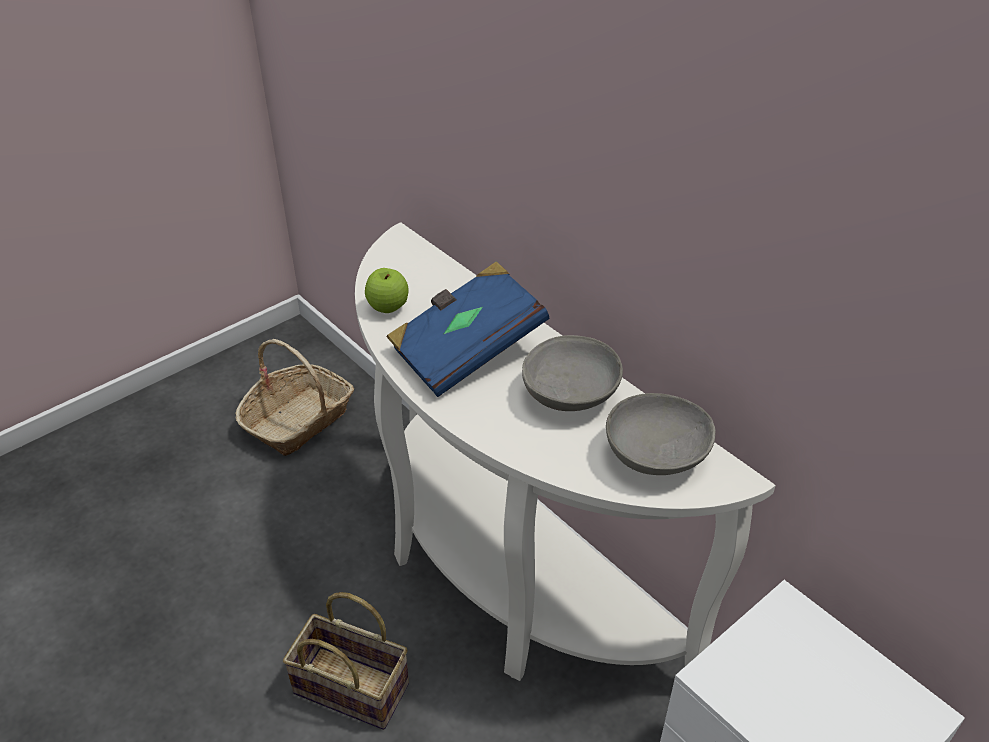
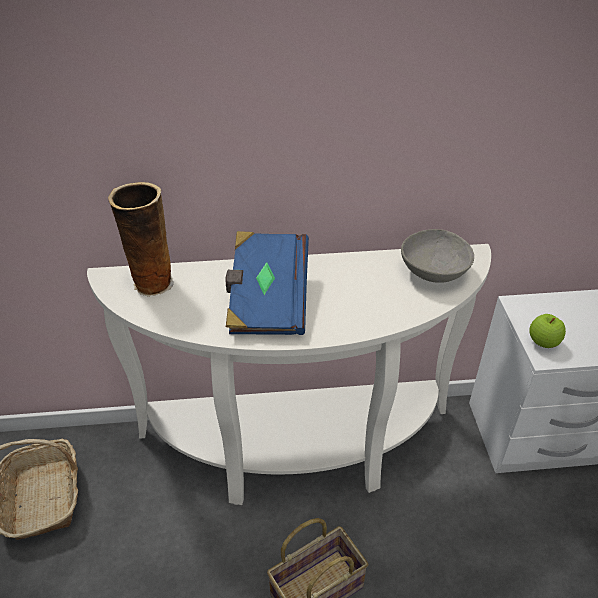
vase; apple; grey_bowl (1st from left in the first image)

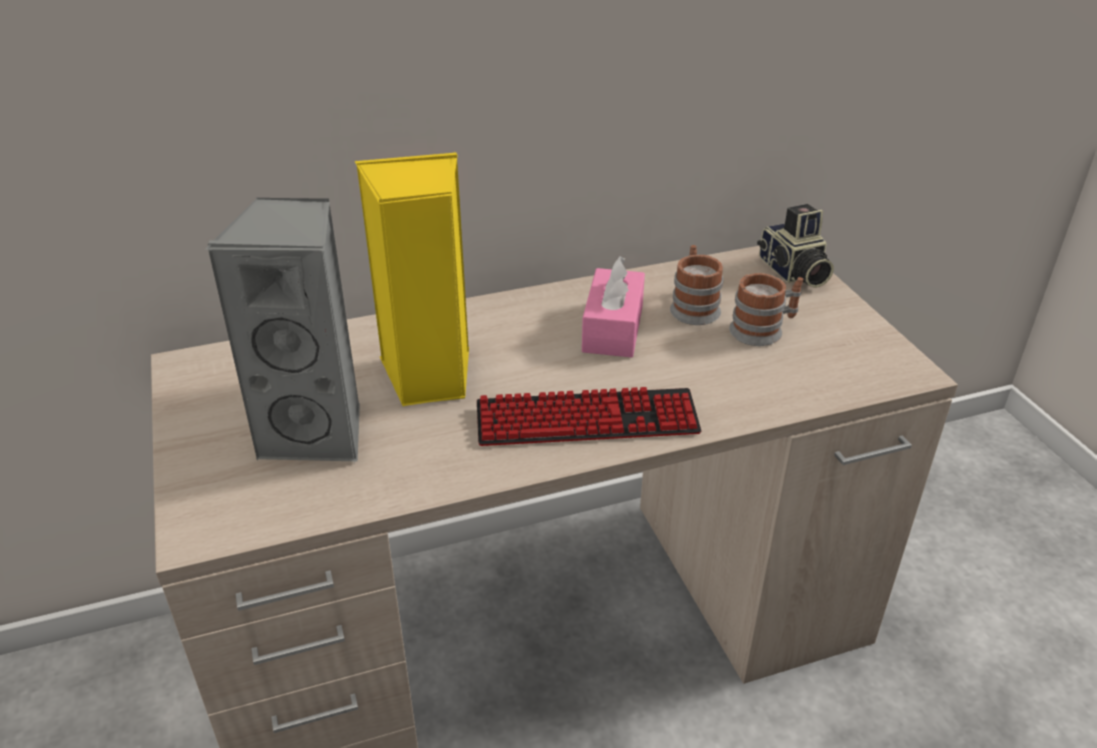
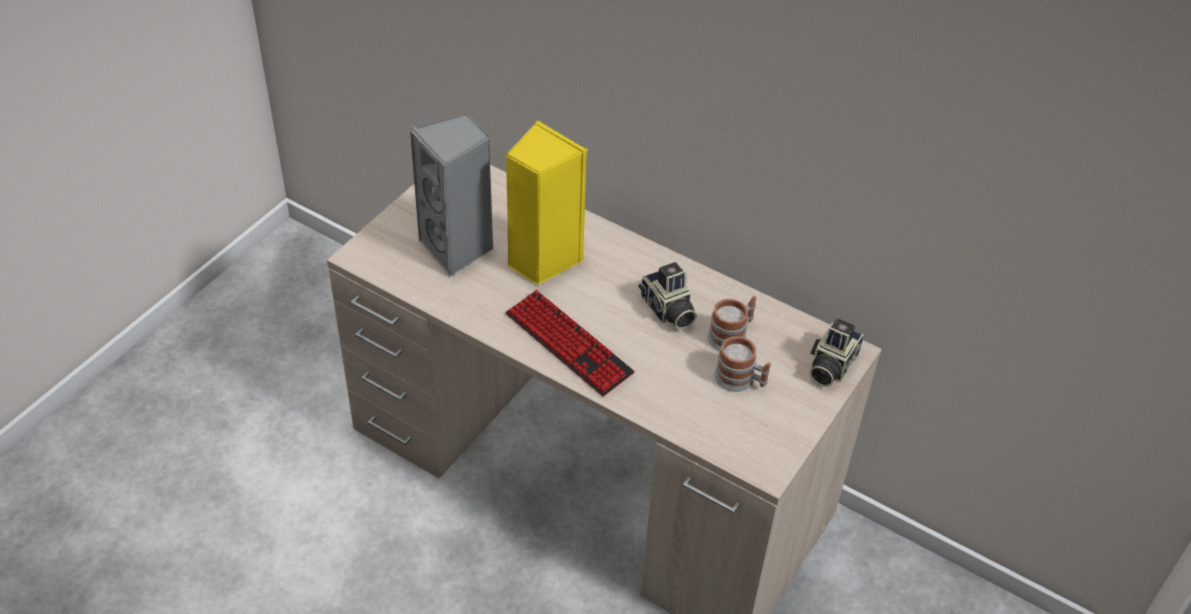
photo_camera (1st from left)

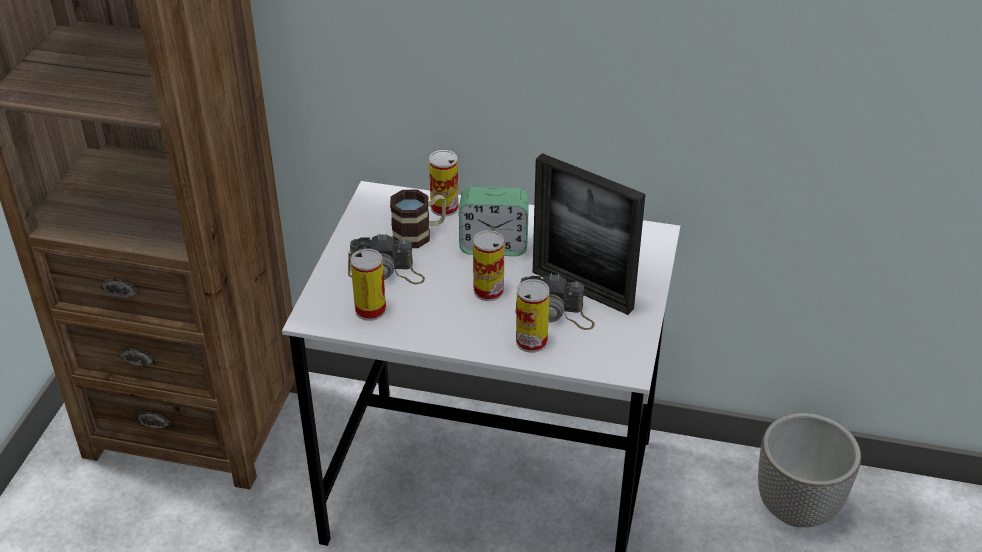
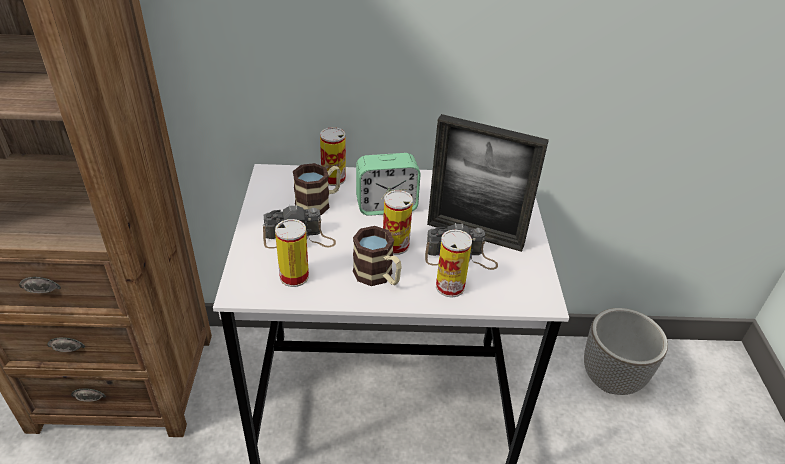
mug (2nd from left)

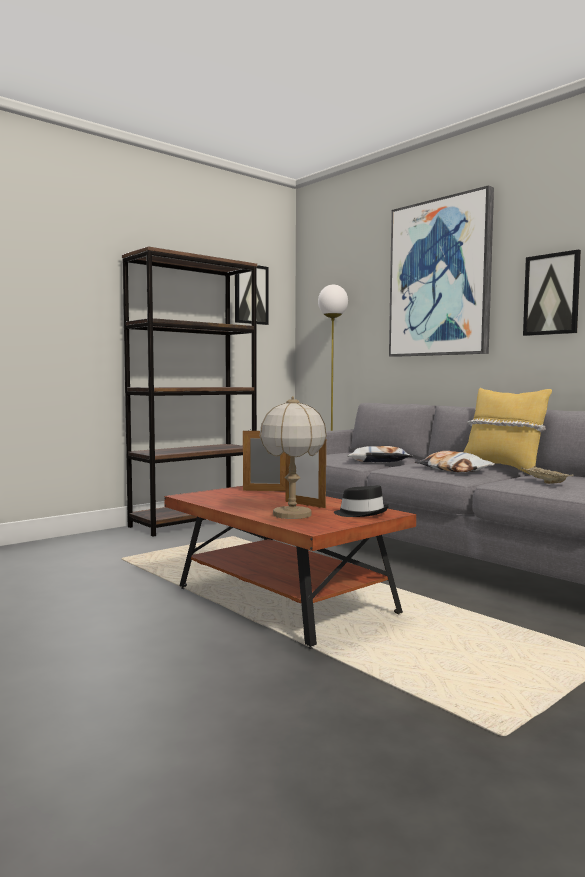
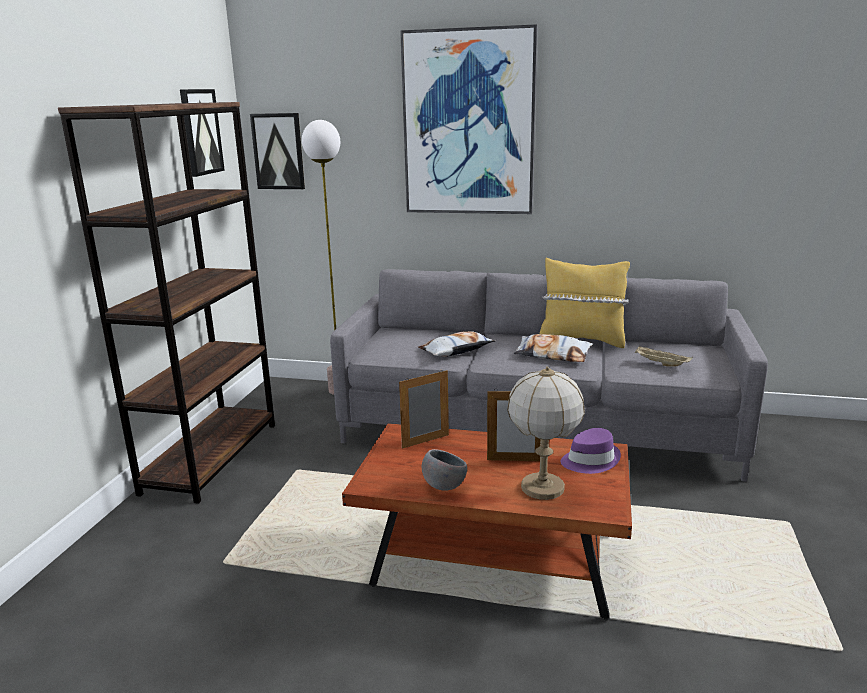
picture (2nd from left); grey_bowl; purple_hat

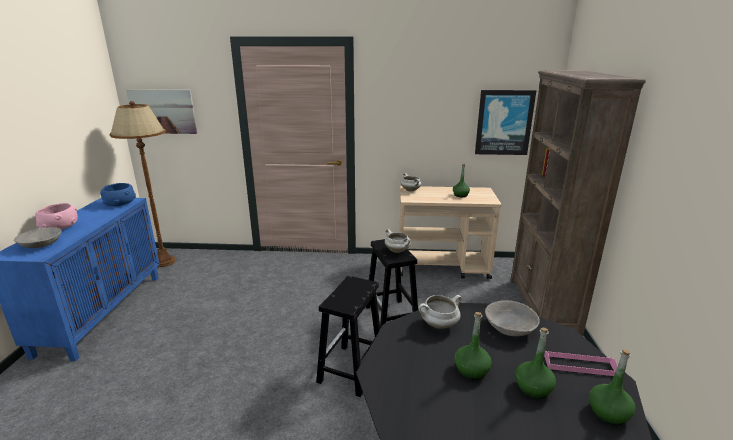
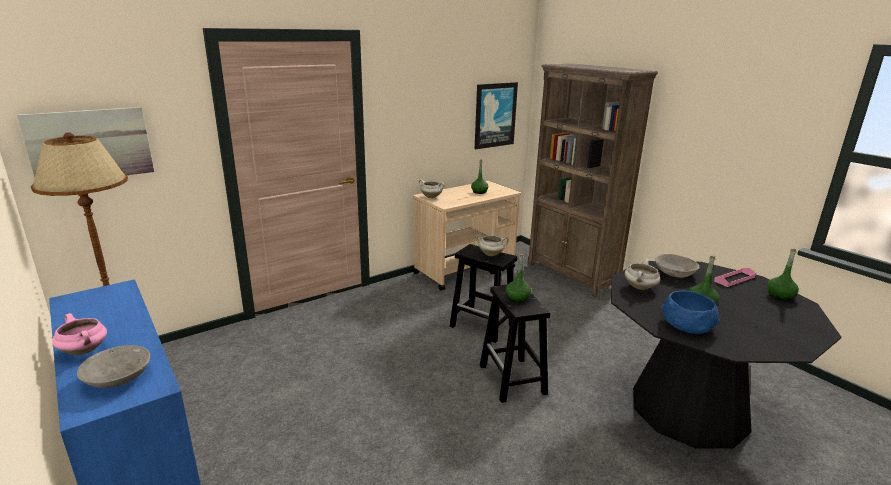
pink_cooking_pot; green_bottle (2nd from left); blue_bowl

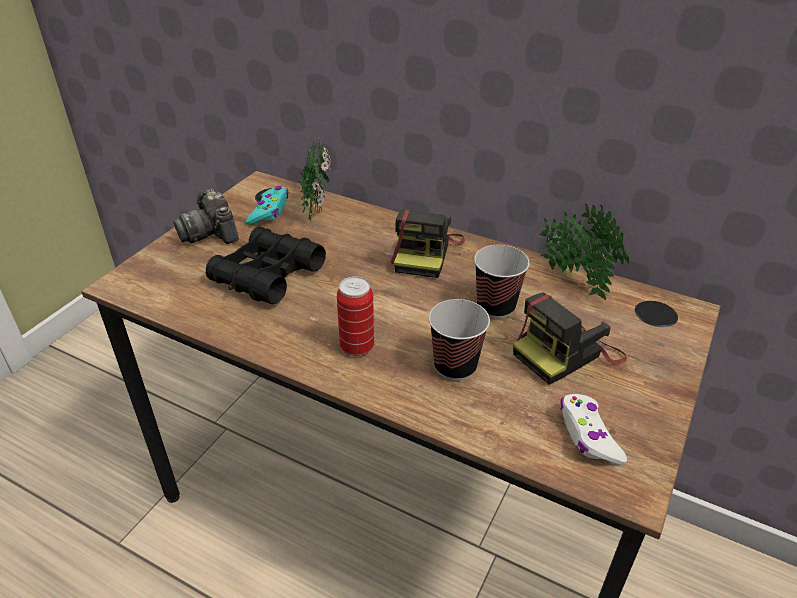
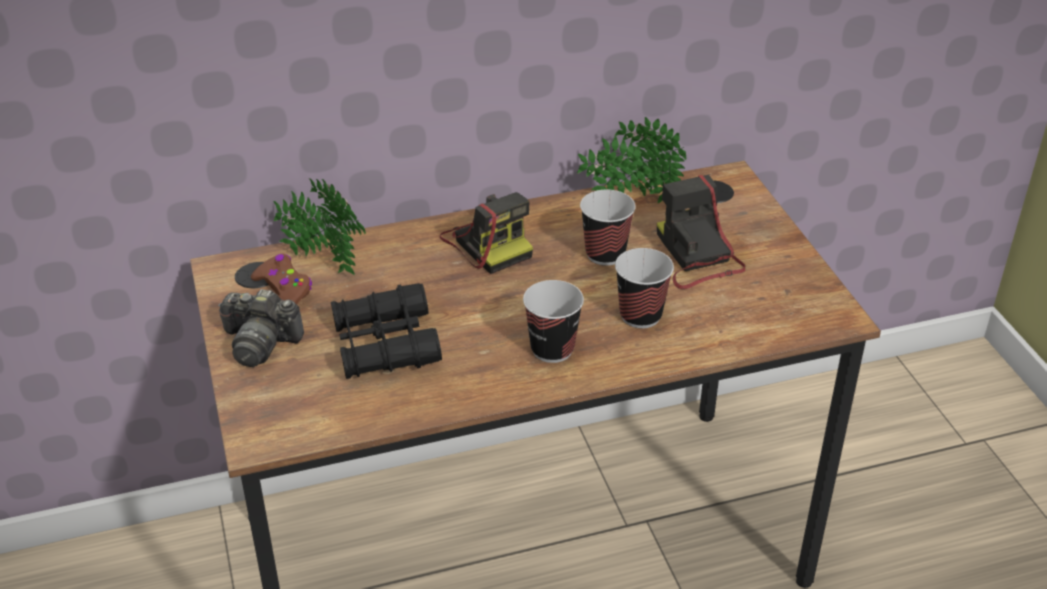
brown_game_controller; cup (1st from left); photo_camera (3rd from left); white_game_controller

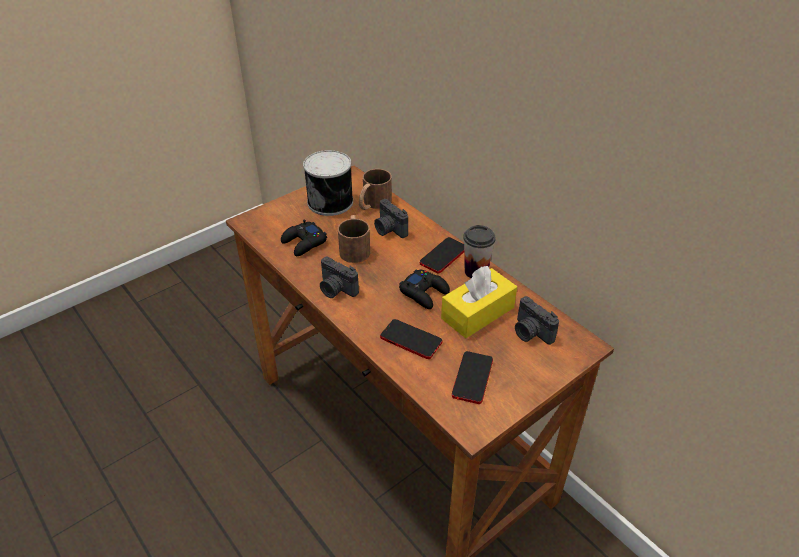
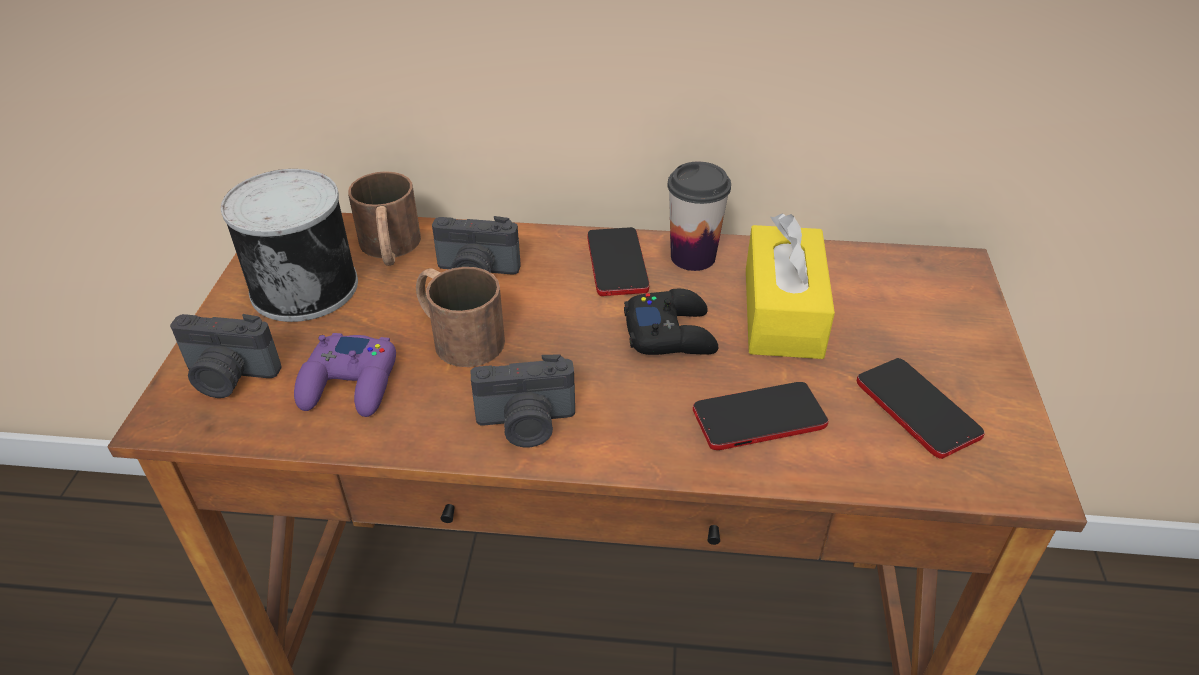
photo_camera (1st from left); purple_game_controller

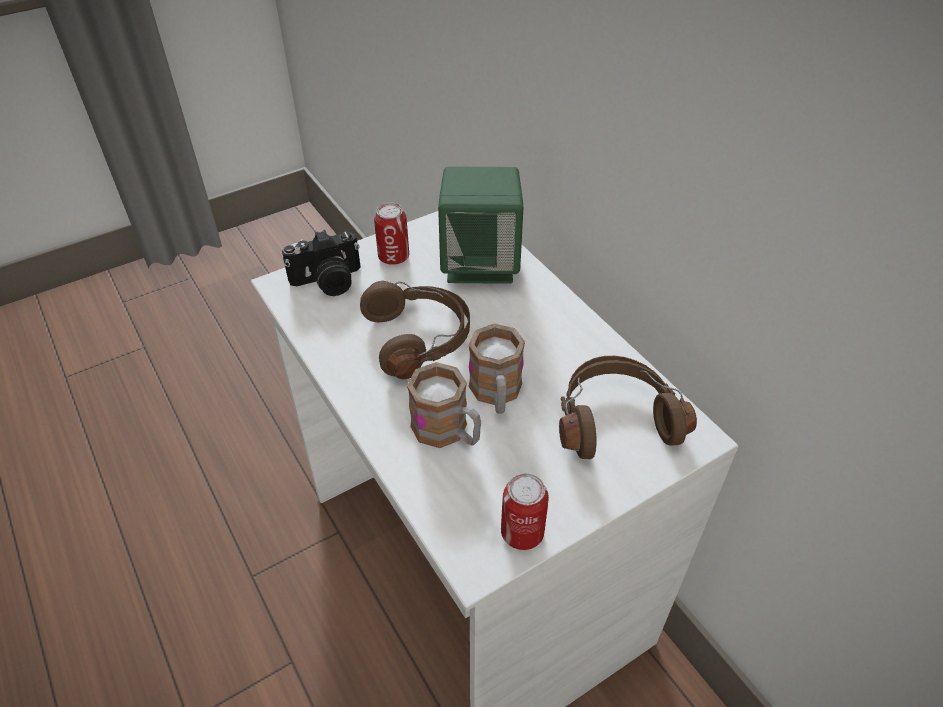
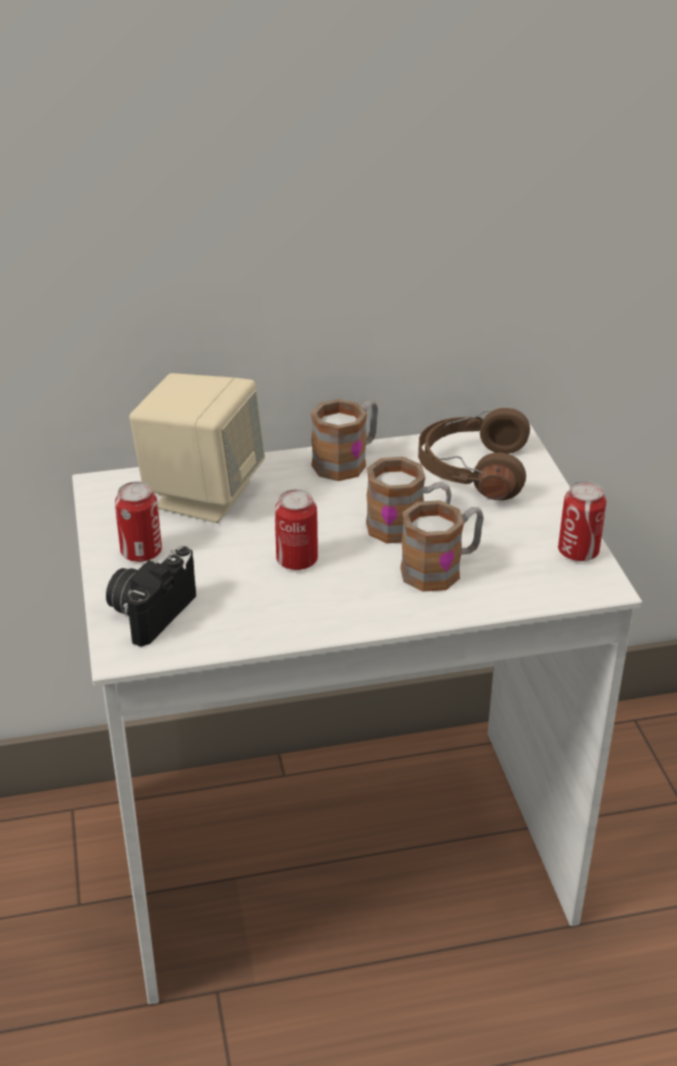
photo_camera; beige_speaker; can (2nd from left); mug (1st from left)

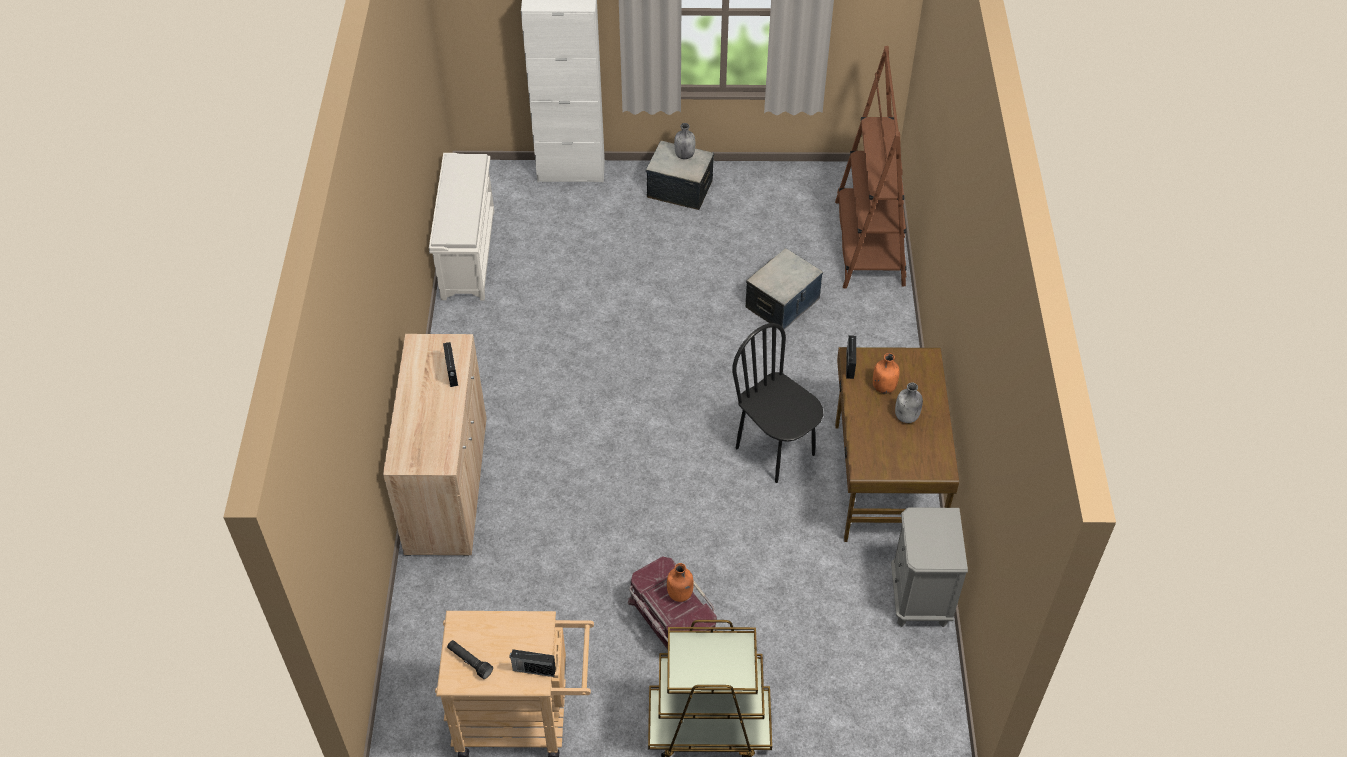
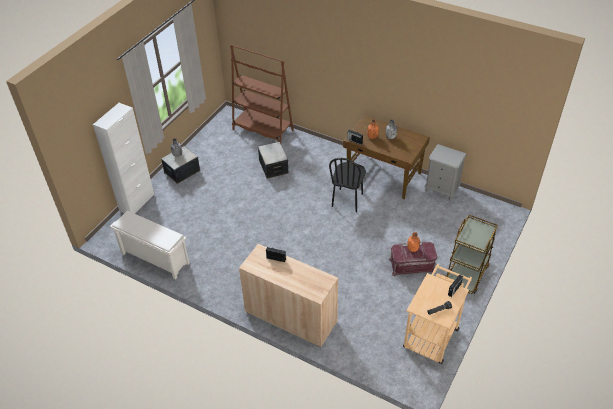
black_chair

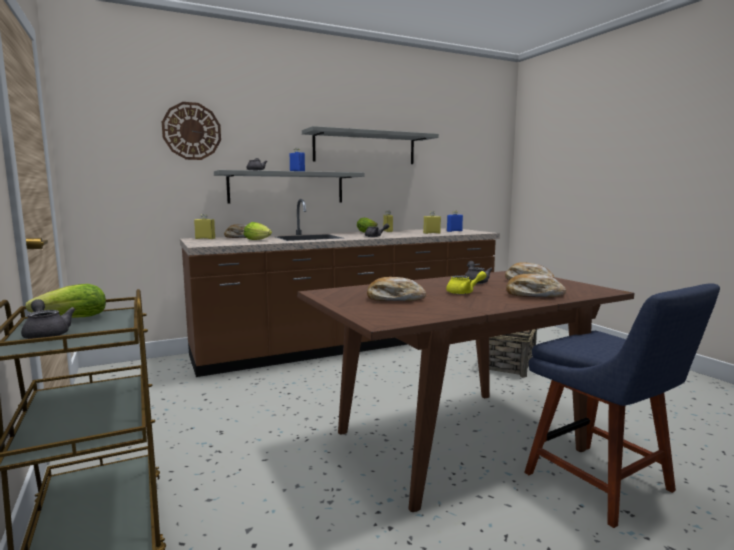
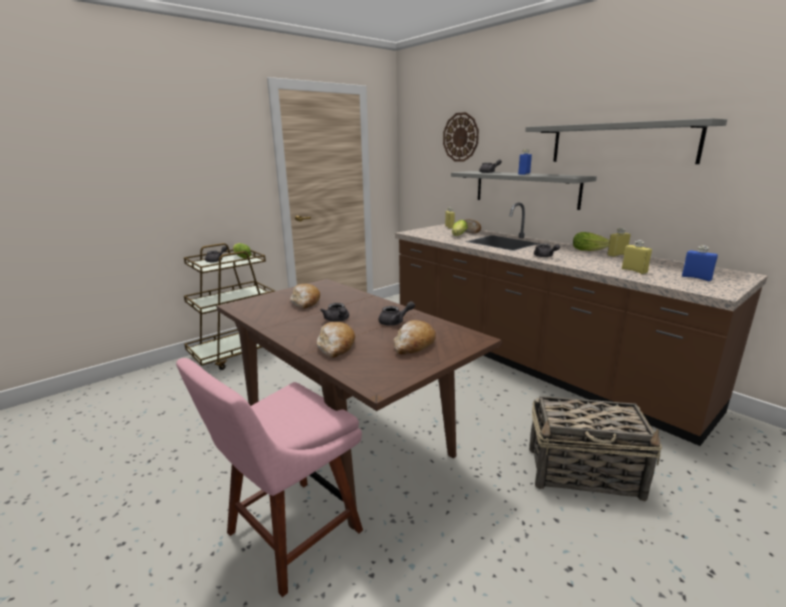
pink_chair; grey_teapot (2nd from left)

